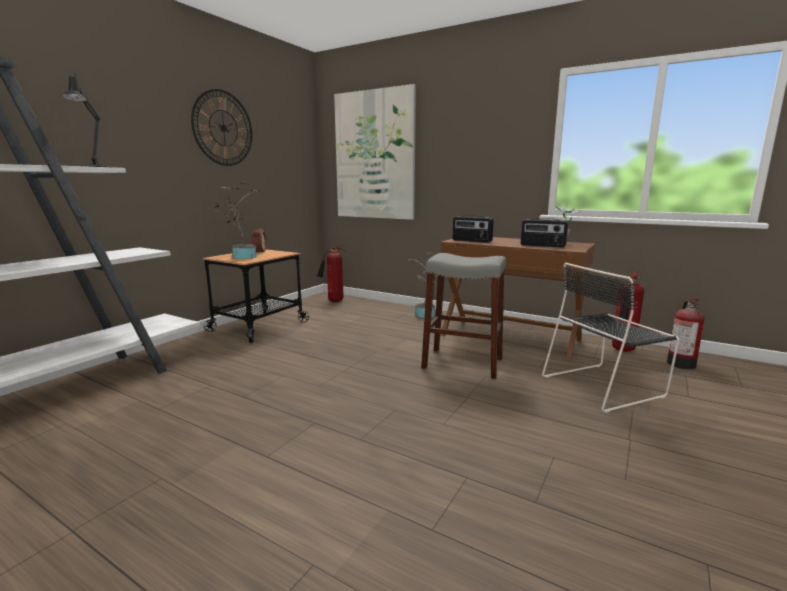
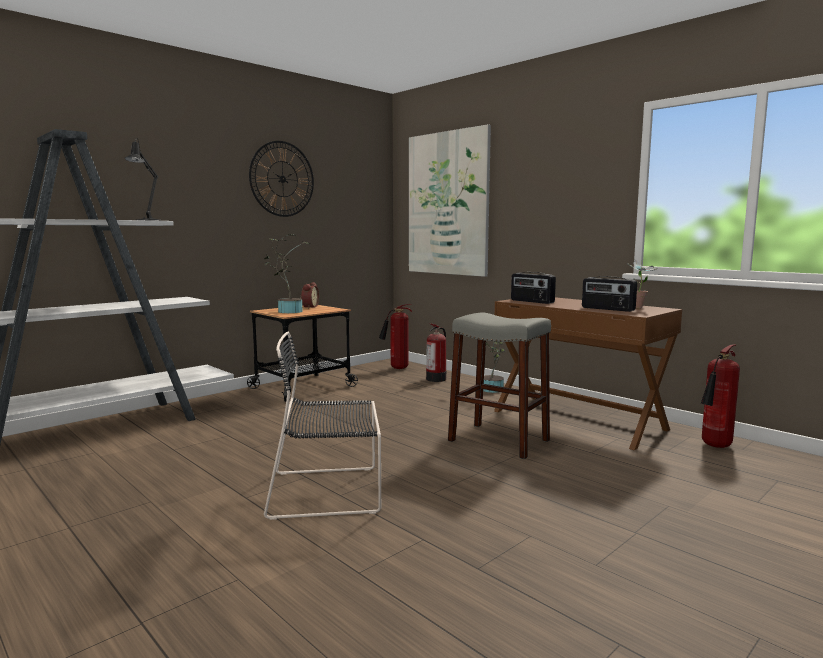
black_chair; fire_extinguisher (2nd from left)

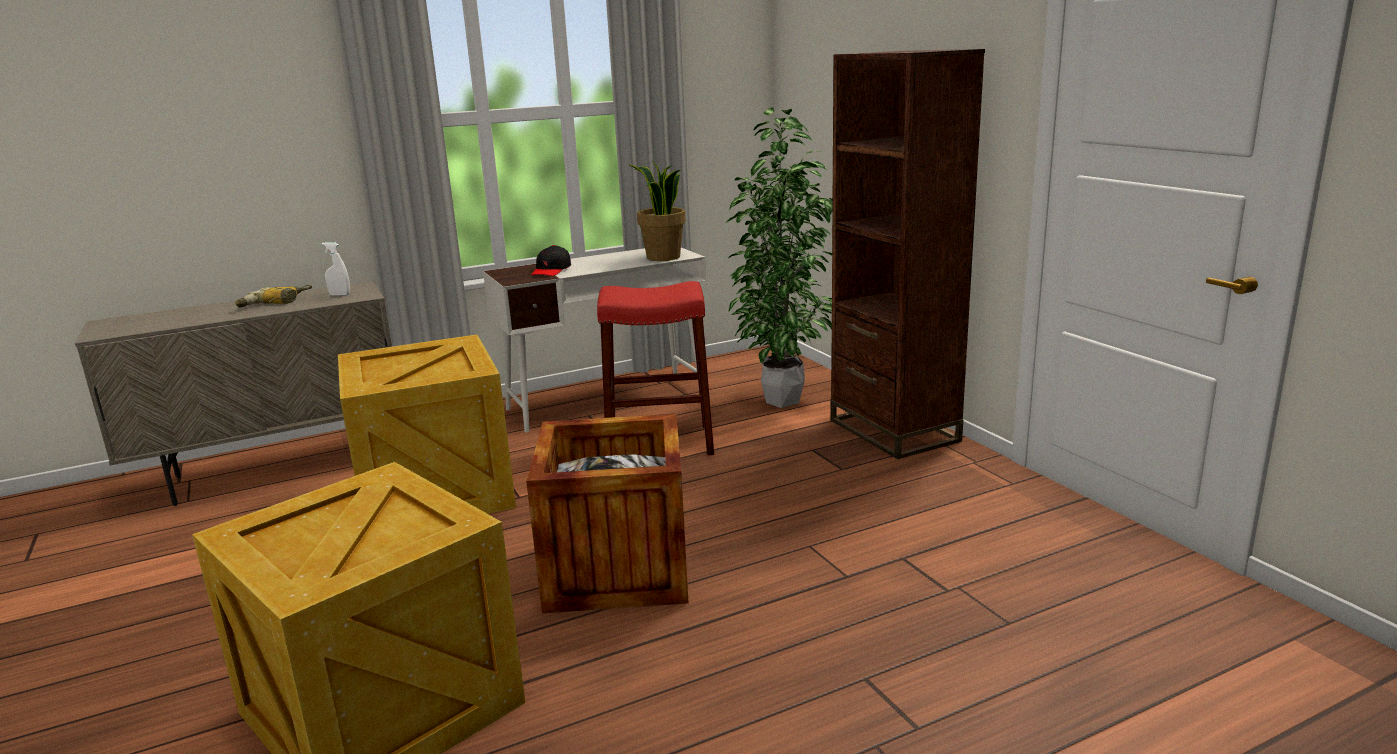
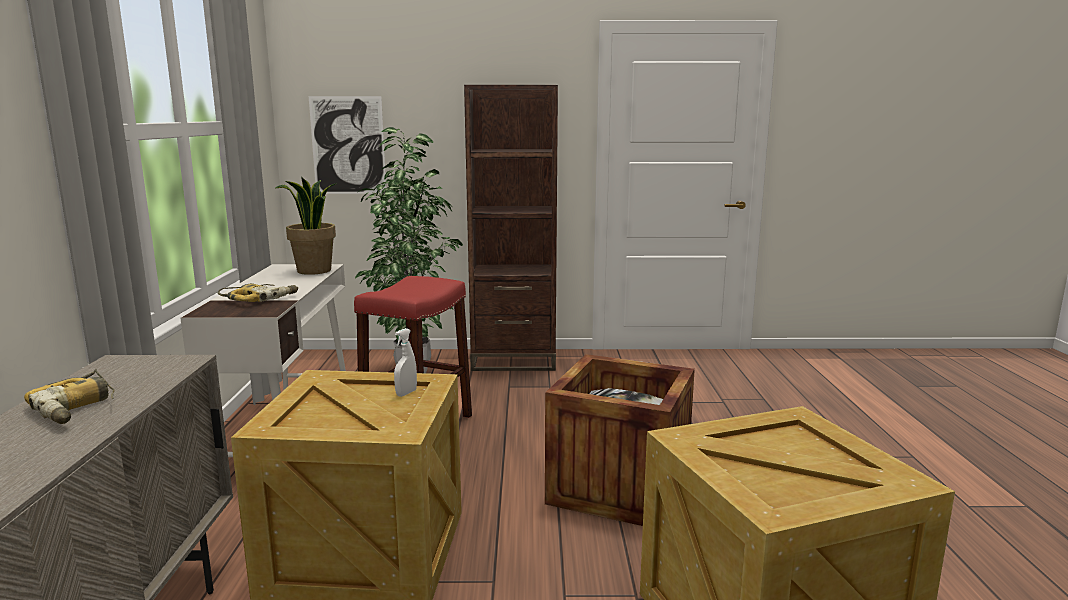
power_drill (2nd from left); picture; white_spray_bottle

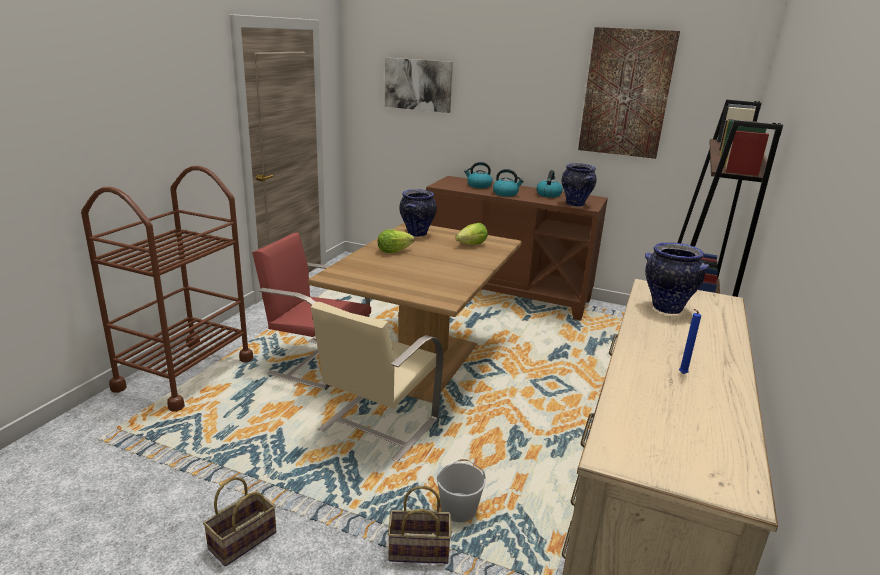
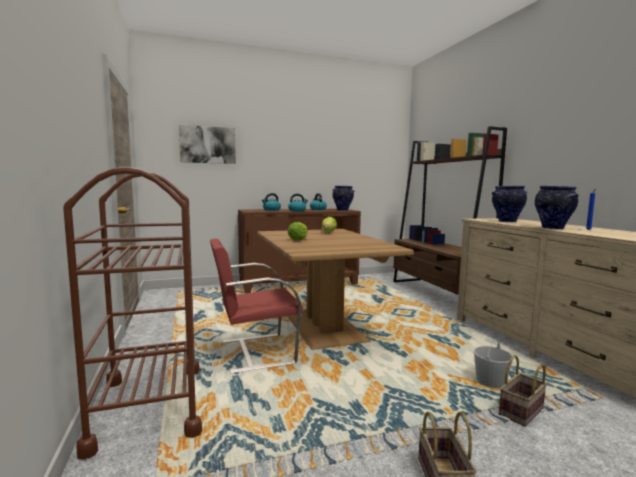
vase (3rd from left); beige_chair; picture (2nd from left in the first image)

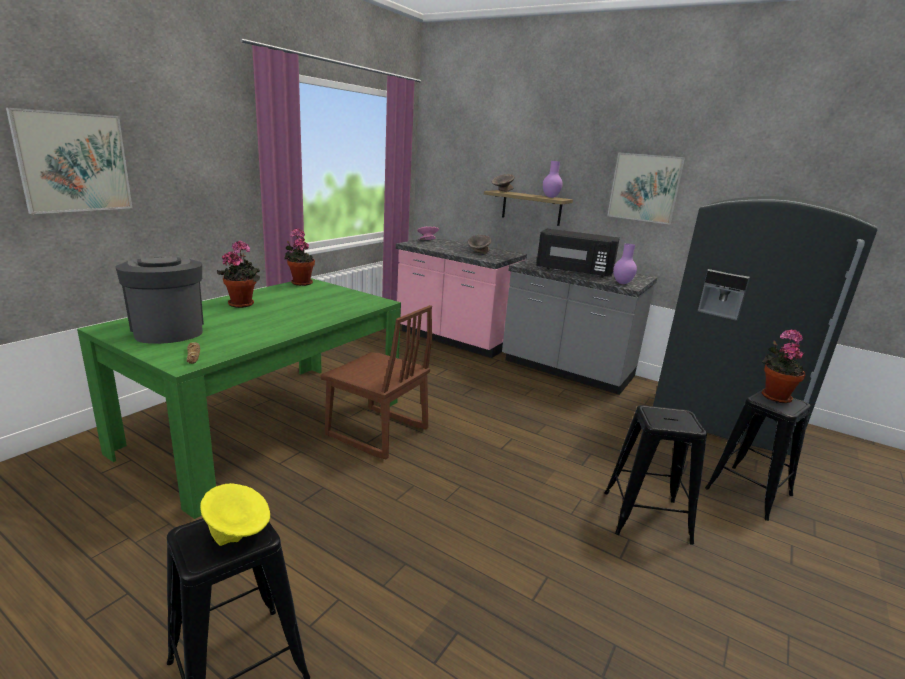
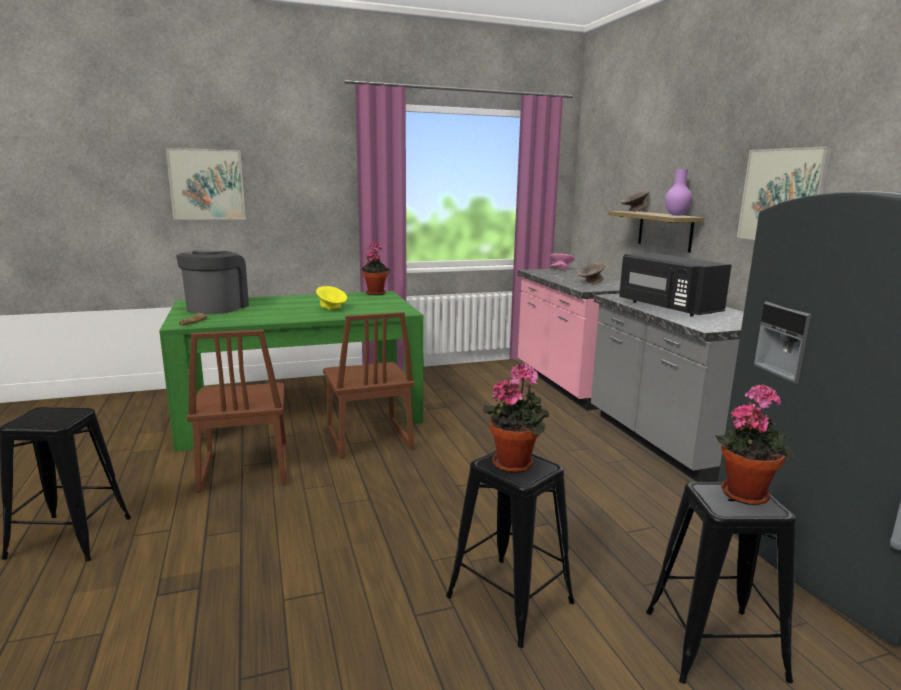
brown_chair (1st from left); yellow_bowl; potted_plant (2nd from left); purple_vase (2nd from left in the first image)

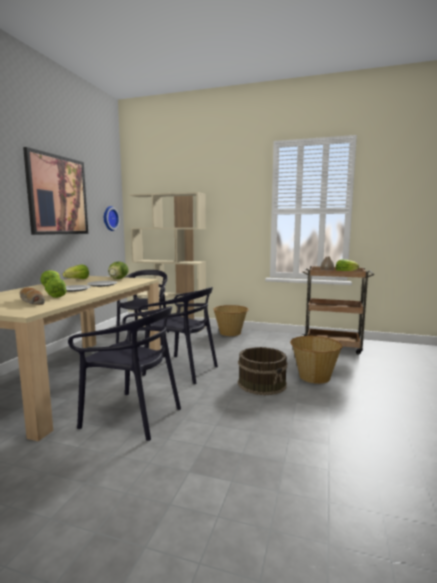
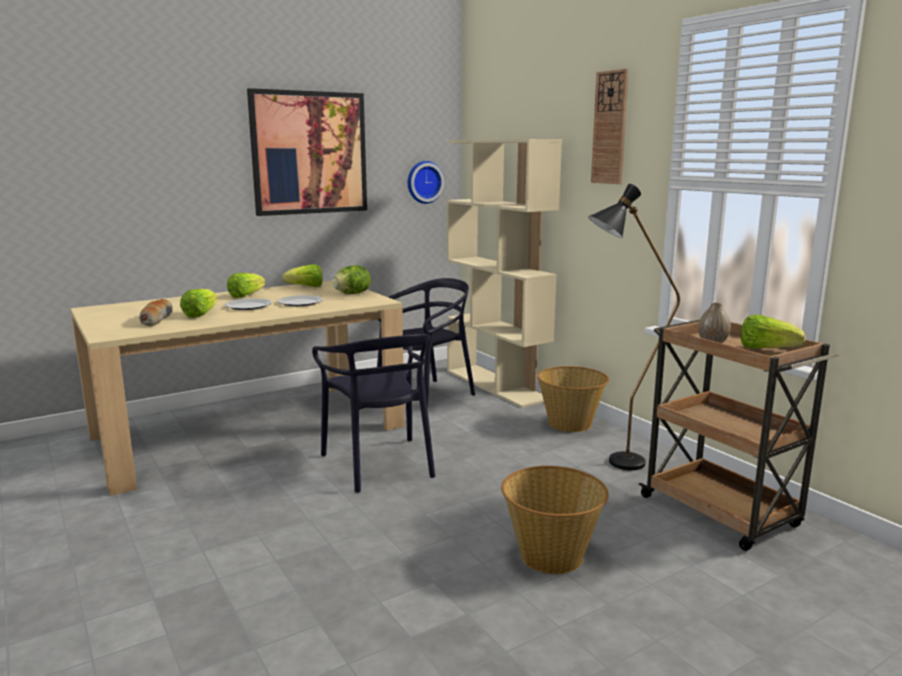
black_floor_lamp; wall_clock (2nd from left); black_chair (1st from left in the first image); brown_bucket

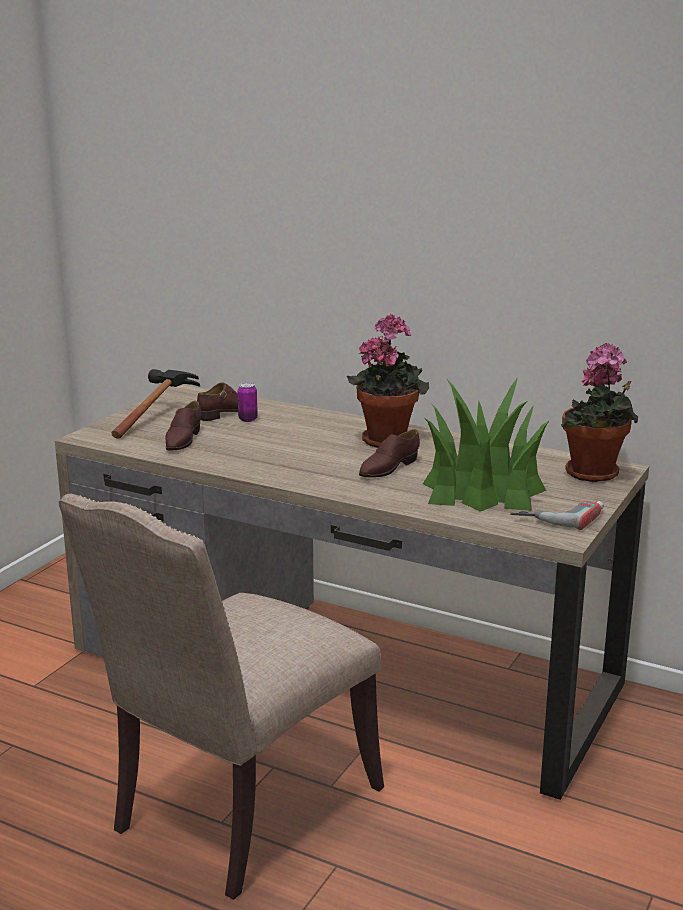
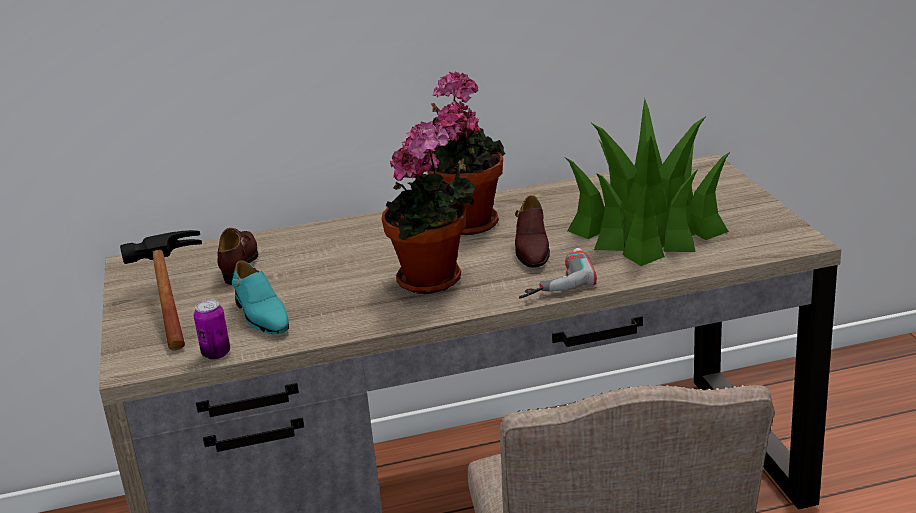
can; turquoise_shoe; potted_plant (1st from left); power_drill

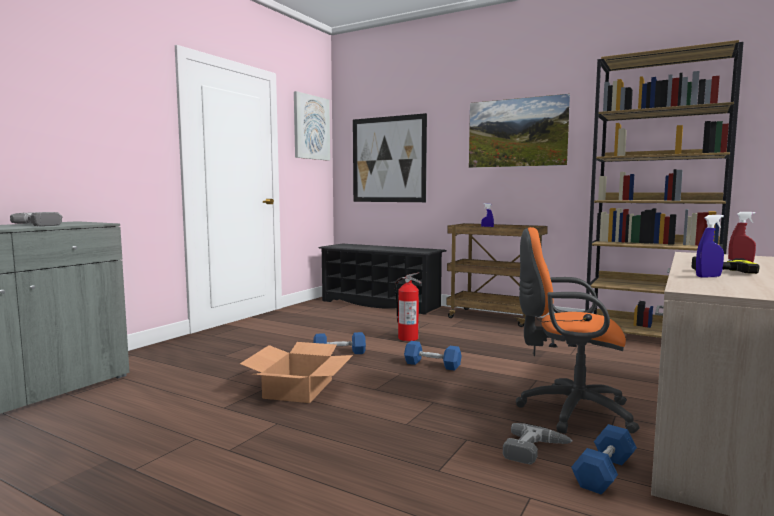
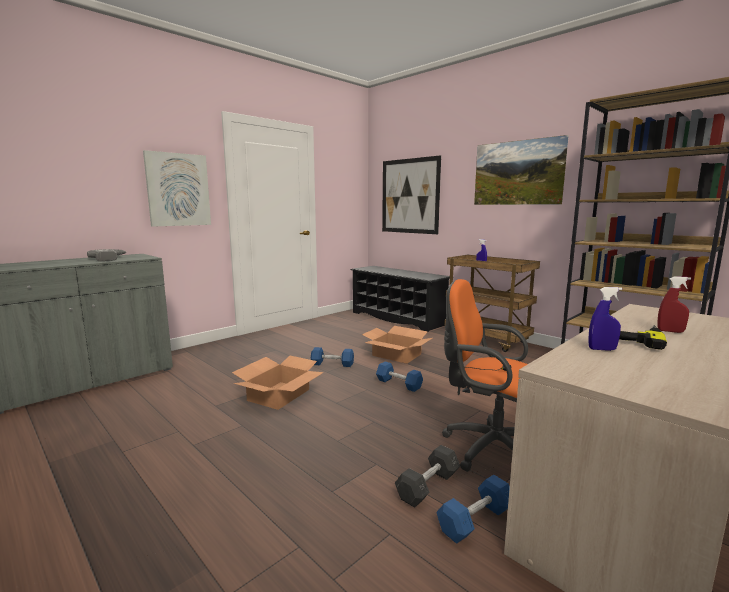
picture (1st from left); cardboard_box (2nd from left); grey_dumbbell

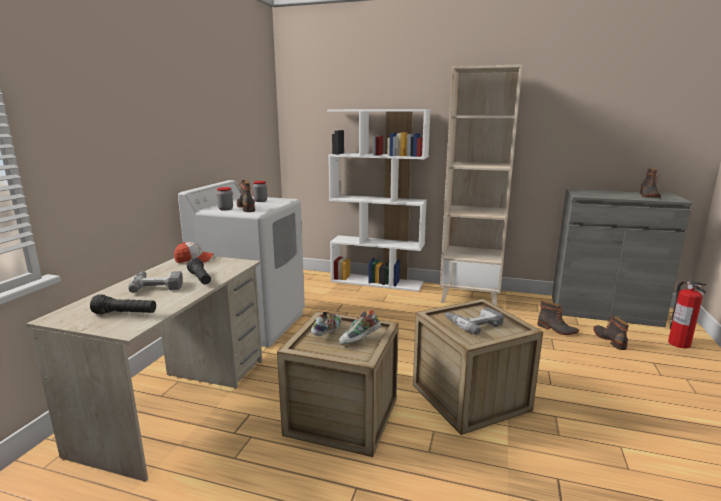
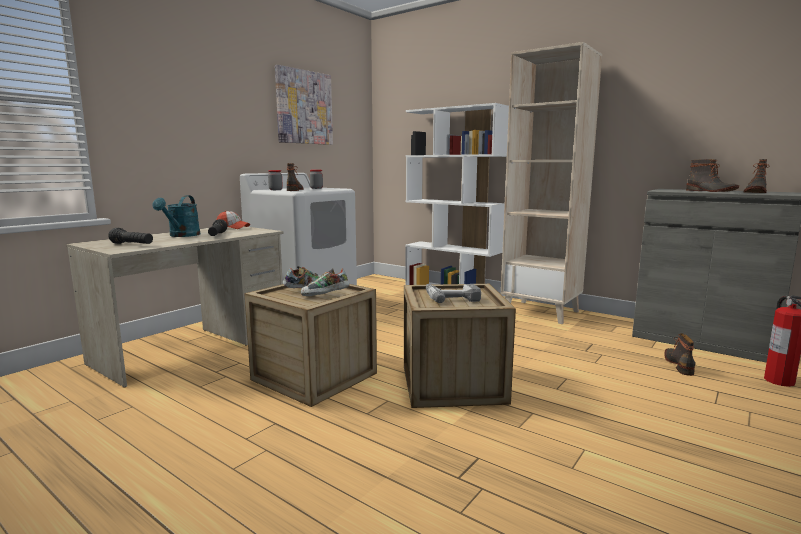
turquoise_watering_can; picture; boot (3rd from left)

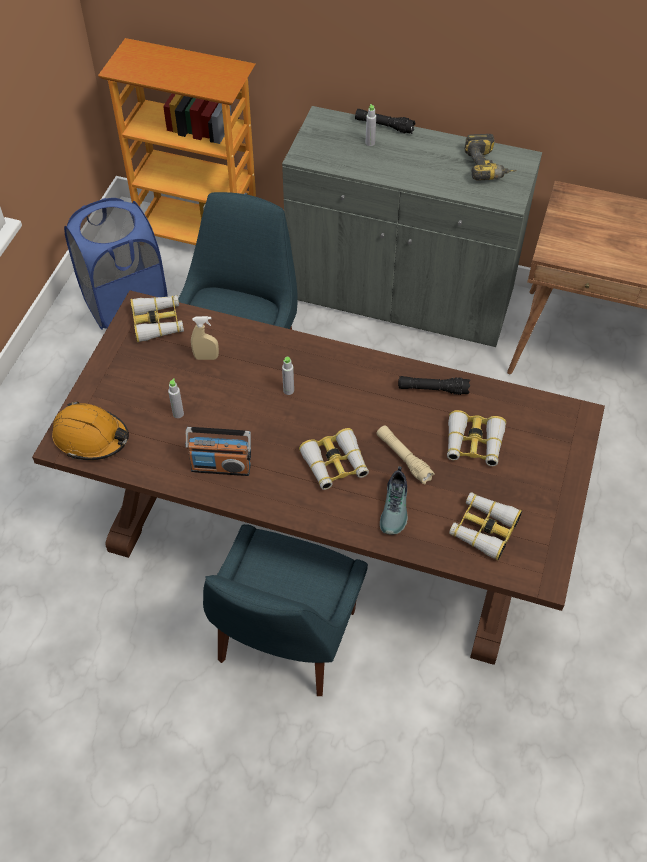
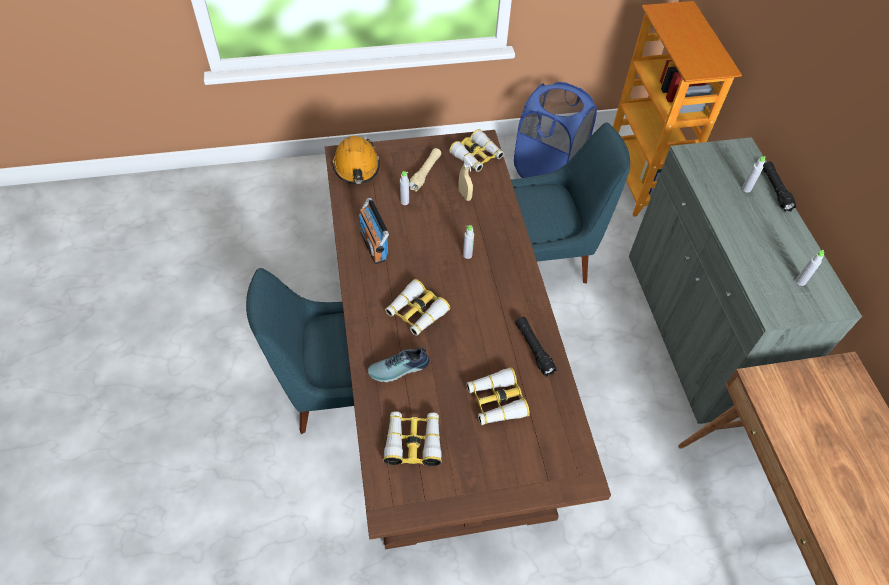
beige_flashlight; grey_bottle (4th from left)

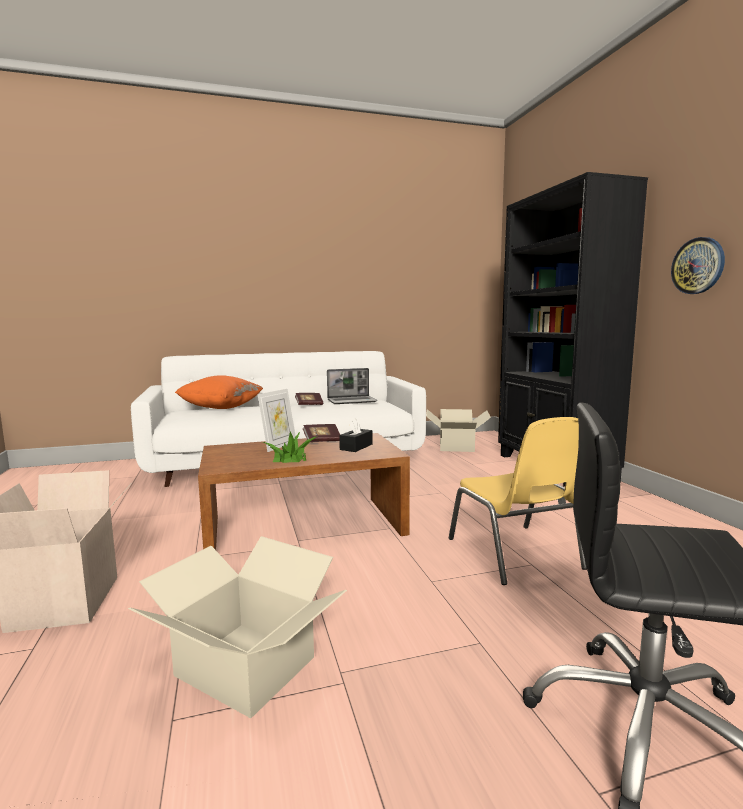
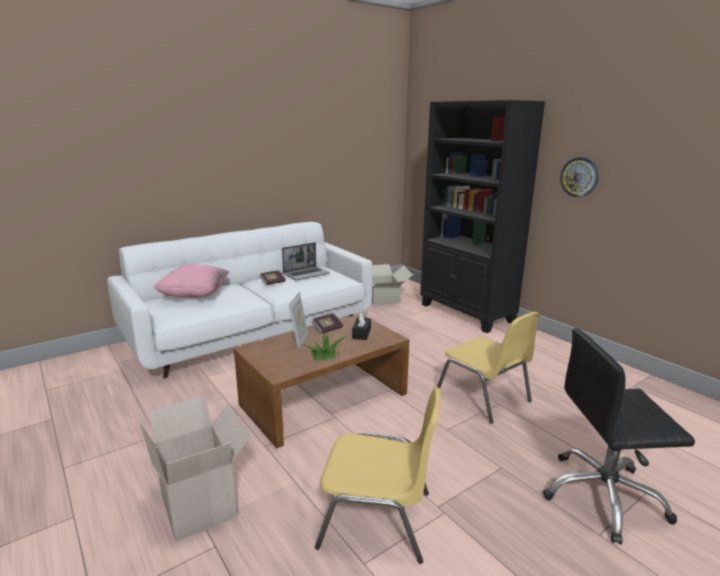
pink_pillow; yellow_chair (1st from left)

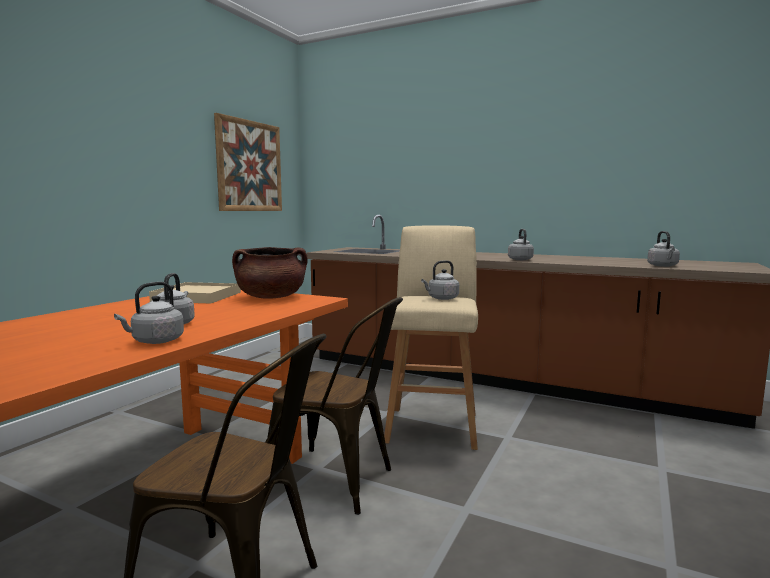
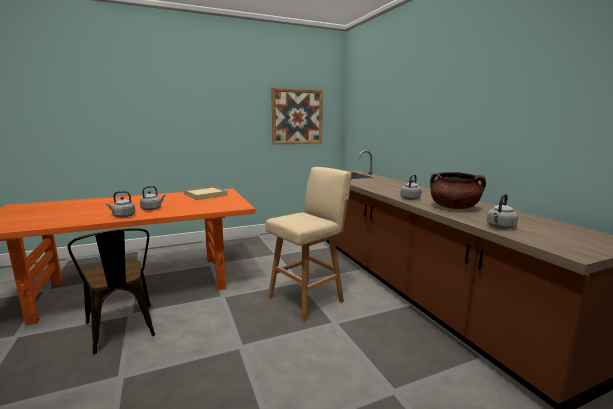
brown_cooking_pot; brown_chair (2nd from left in the first image); grey_kettle (3rd from left in the first image)

